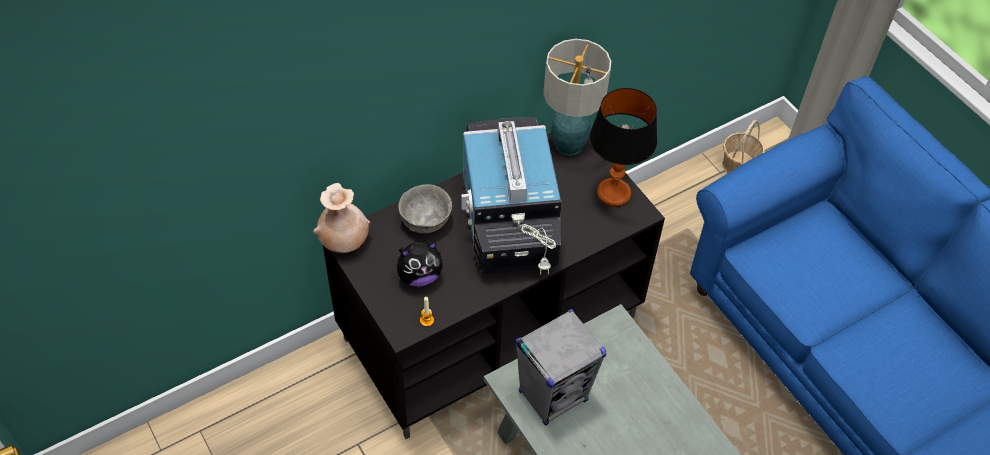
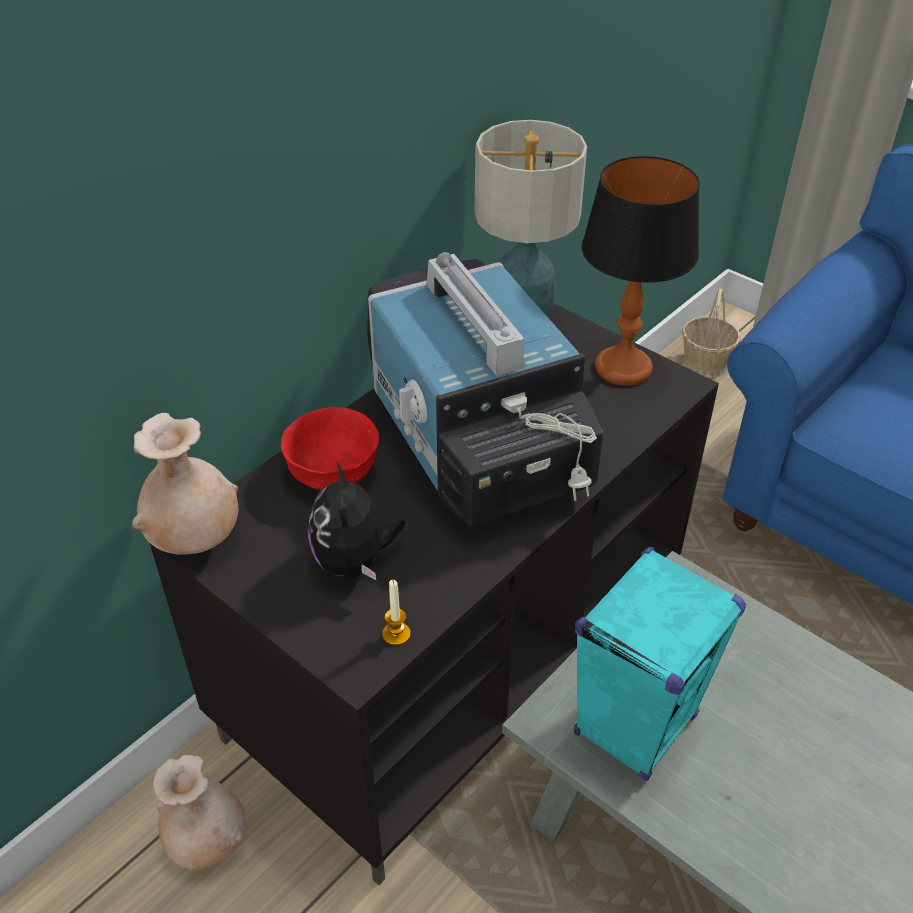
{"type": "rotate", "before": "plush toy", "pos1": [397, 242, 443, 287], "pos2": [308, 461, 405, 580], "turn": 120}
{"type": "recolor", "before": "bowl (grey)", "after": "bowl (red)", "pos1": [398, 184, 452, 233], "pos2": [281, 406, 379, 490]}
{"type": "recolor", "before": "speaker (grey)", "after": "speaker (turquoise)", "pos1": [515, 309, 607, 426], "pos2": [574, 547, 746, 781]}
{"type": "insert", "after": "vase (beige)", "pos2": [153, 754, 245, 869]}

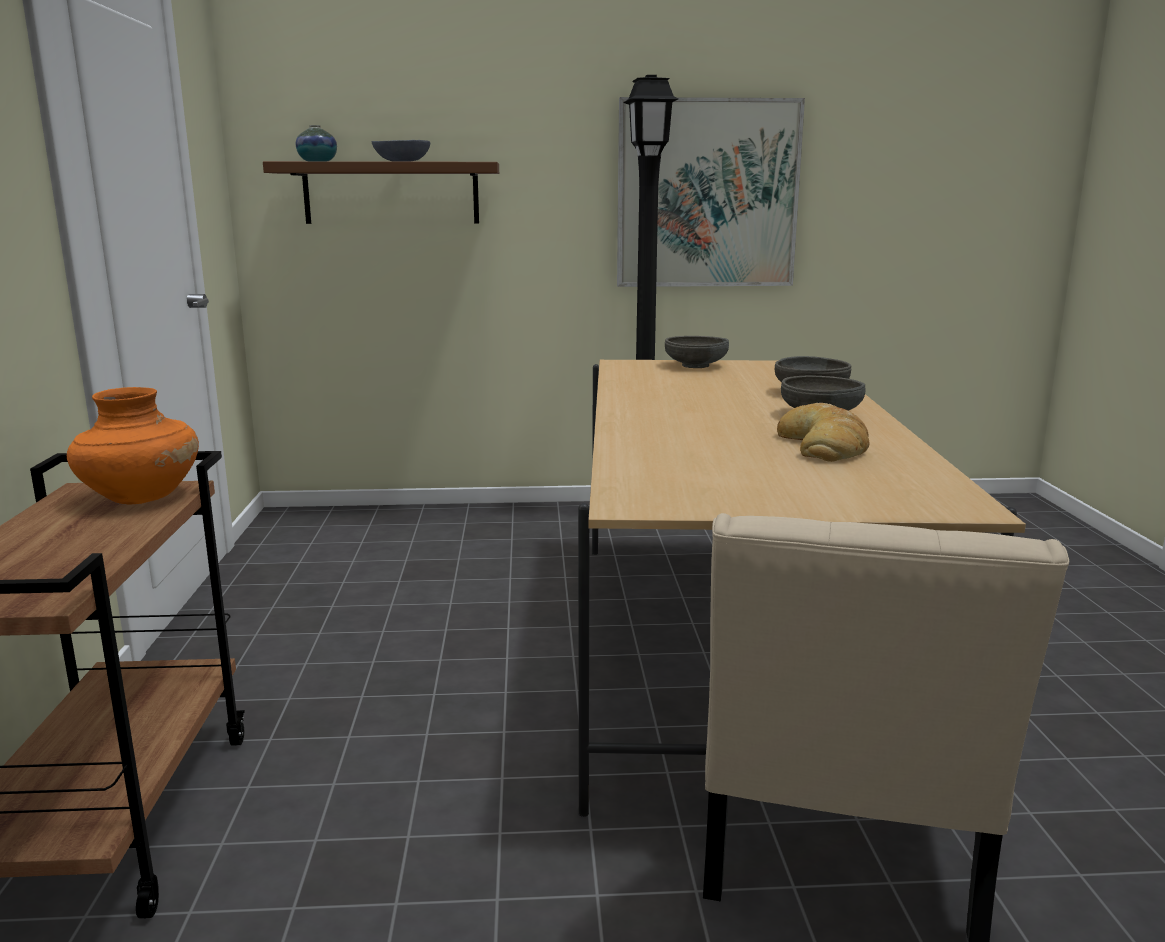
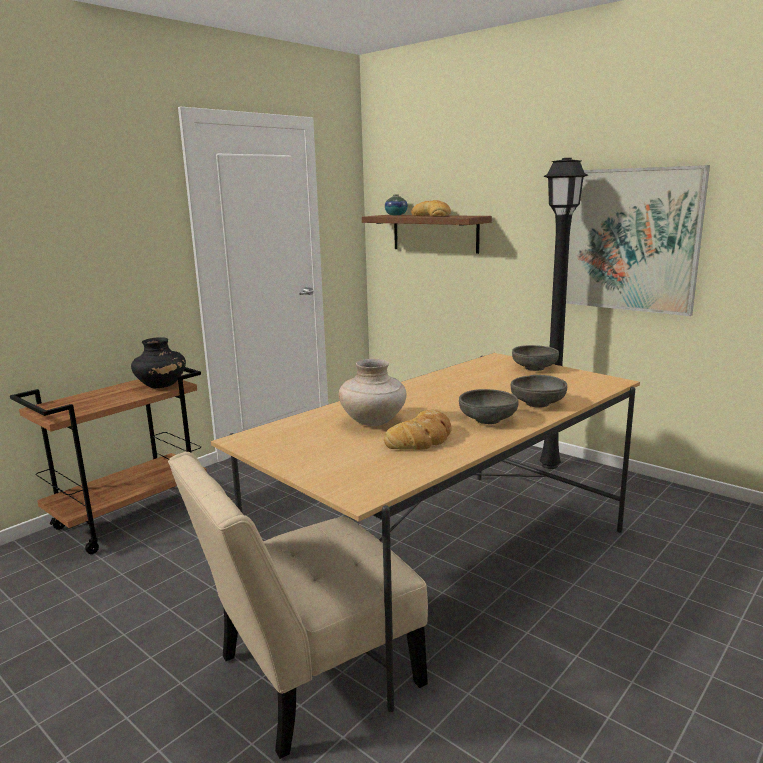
{"type": "recolor", "before": "vase (orange)", "after": "vase (black)", "pos1": [67, 387, 199, 504], "pos2": [131, 337, 186, 388]}
{"type": "replace", "before": "bowl (grey)", "after": "bread", "pos1": [372, 140, 430, 162], "pos2": [411, 200, 451, 216]}
{"type": "insert", "after": "vase (beige)", "pos2": [339, 359, 407, 426]}

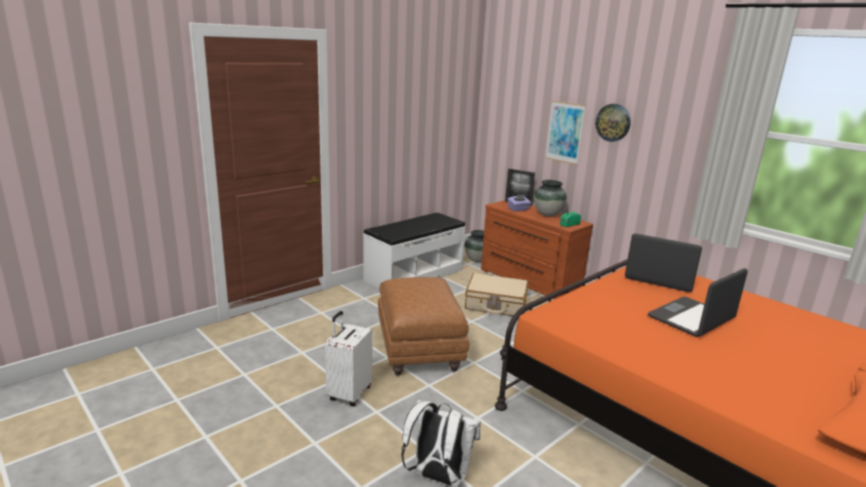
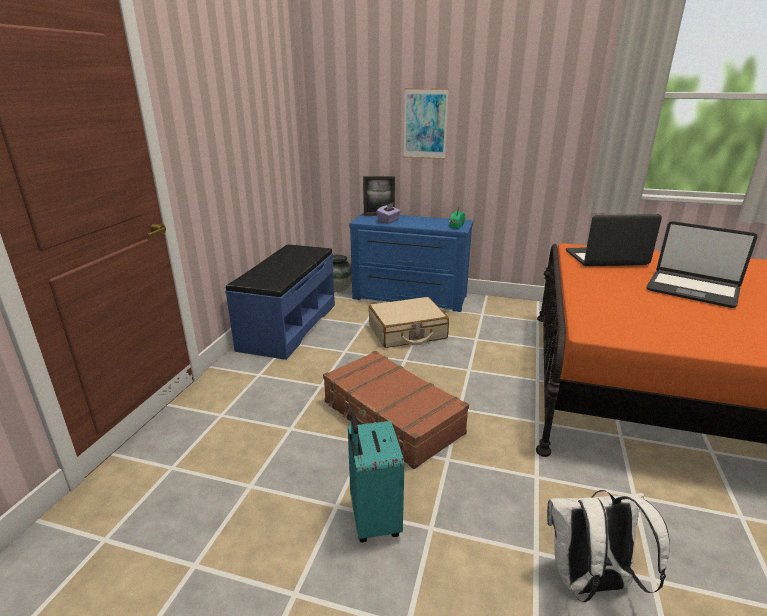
{"type": "recolor", "before": "suitcase (white)", "after": "suitcase (turquoise)", "pos1": [325, 311, 373, 406], "pos2": [348, 412, 404, 543]}
{"type": "recolor", "before": "bench (white)", "after": "bench (blue)", "pos1": [363, 212, 466, 289], "pos2": [225, 244, 335, 360]}
{"type": "replace", "before": "ottoman (brown)", "after": "suitcase (brown)", "pos1": [378, 277, 469, 376], "pos2": [323, 351, 469, 469]}
{"type": "recolor", "before": "dresser (brown)", "after": "dresser (blue)", "pos1": [481, 200, 593, 300], "pos2": [349, 212, 473, 312]}
{"type": "delete", "before": "vase", "pos1": [534, 180, 567, 216]}
{"type": "delete", "before": "wall clock", "pos1": [595, 104, 631, 142]}
{"type": "rotate", "before": "laptop", "pos1": [648, 268, 748, 337], "pos2": [646, 221, 757, 308], "turn": -75}

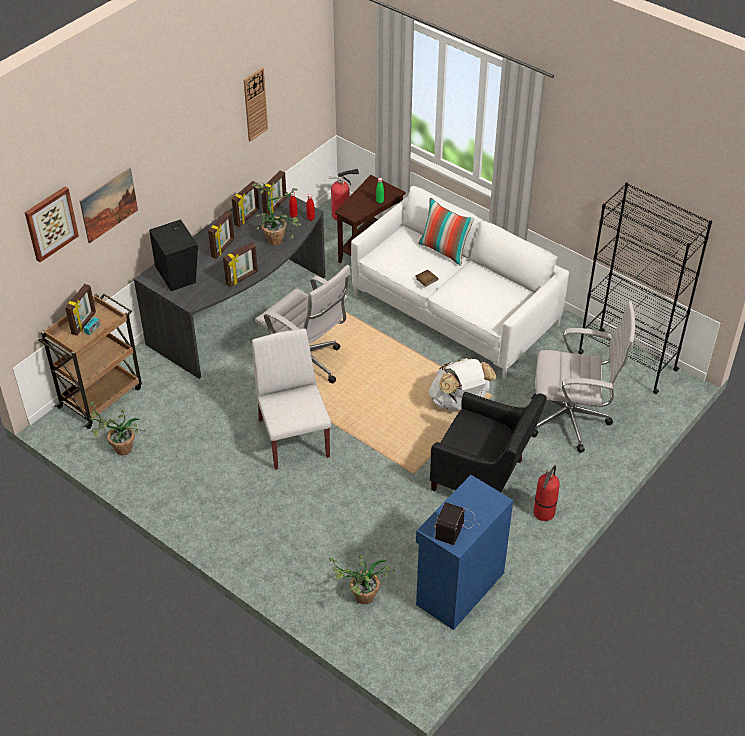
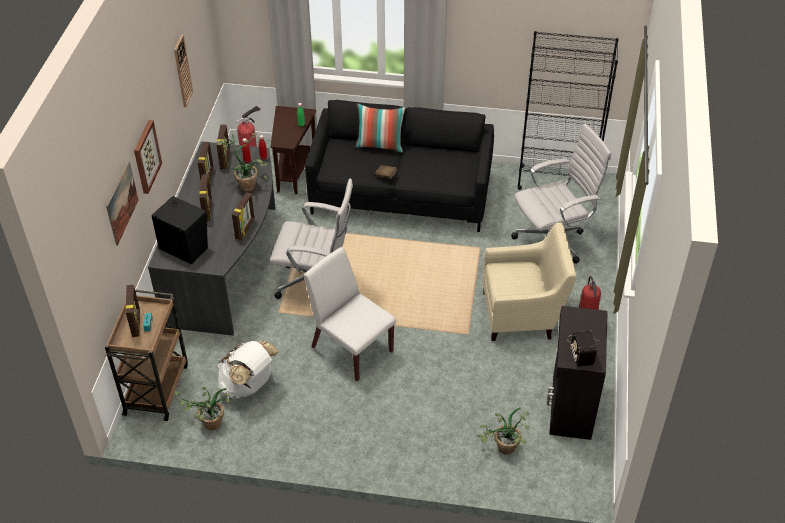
{"type": "move", "before": "picture", "pos1": [25, 187, 79, 262], "pos2": [134, 120, 162, 194]}
{"type": "recolor", "before": "sofa (white)", "after": "sofa (black)", "pos1": [351, 186, 569, 380], "pos2": [305, 100, 494, 232]}
{"type": "recolor", "before": "cabinet (blue)", "after": "cabinet (black)", "pos1": [416, 475, 513, 630], "pos2": [547, 306, 608, 440]}
{"type": "move", "before": "backpack (white)", "pos1": [429, 358, 496, 411], "pos2": [217, 340, 278, 399]}
{"type": "recolor", "before": "armchair (black)", "after": "armchair (beige)", "pos1": [430, 392, 547, 492], "pos2": [482, 223, 576, 341]}

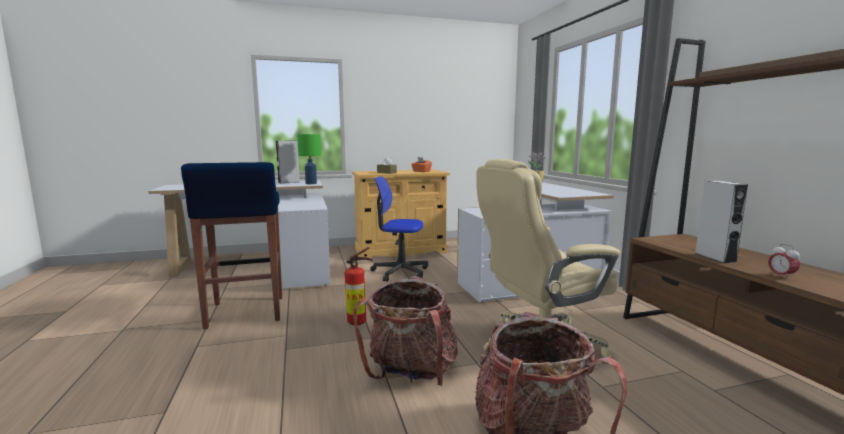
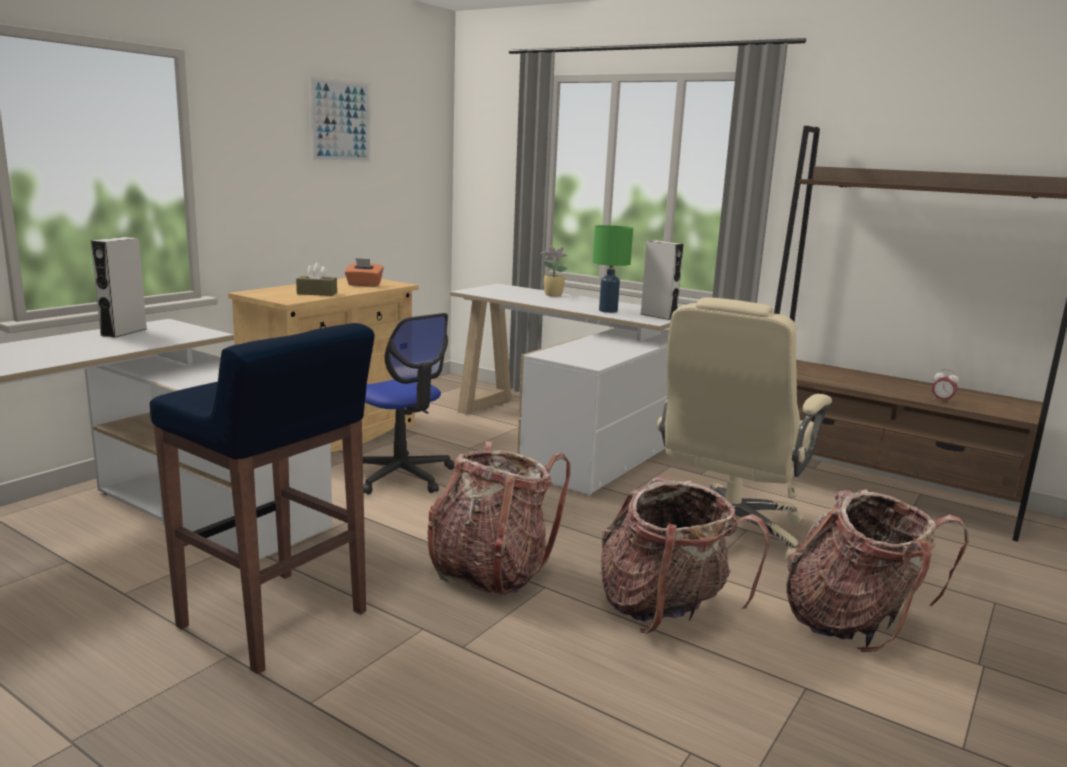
{"type": "move", "before": "table lamp (green)", "pos1": [297, 134, 321, 184], "pos2": [593, 225, 633, 313]}
{"type": "replace", "before": "fire extinguisher", "after": "backpack", "pos1": [345, 247, 373, 325], "pos2": [427, 441, 571, 598]}
{"type": "rotate", "before": "office chair", "pos1": [370, 176, 428, 282], "pos2": [363, 313, 455, 495], "turn": -105}
{"type": "move", "before": "speaker (grey)", "pos1": [695, 181, 748, 264], "pos2": [641, 240, 683, 320]}
{"type": "insert", "after": "picture", "pos2": [309, 76, 371, 163]}

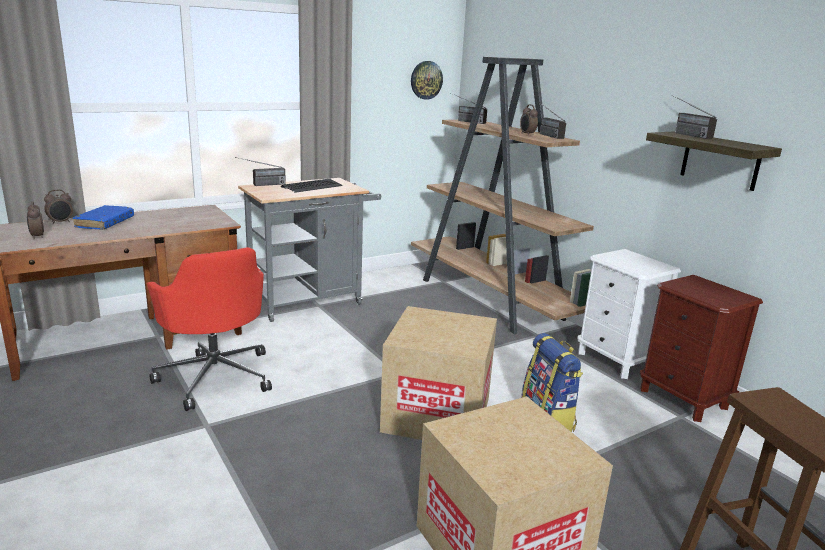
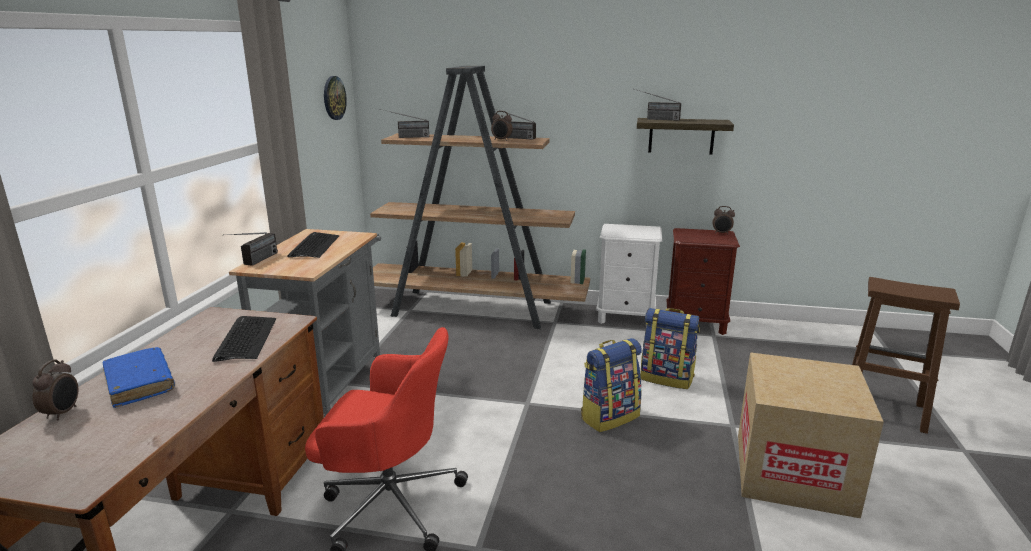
{"type": "move", "before": "alarm clock", "pos1": [27, 201, 44, 238], "pos2": [713, 206, 735, 234]}
{"type": "replace", "before": "cardboard box", "after": "backpack", "pos1": [380, 306, 497, 440], "pos2": [581, 338, 642, 432]}
{"type": "insert", "after": "keyboard", "pos2": [212, 316, 276, 362]}

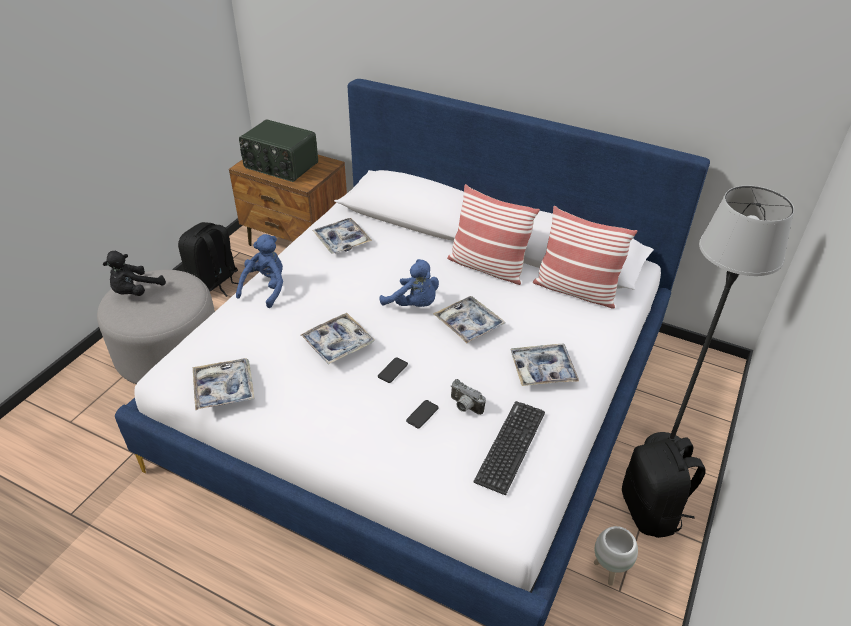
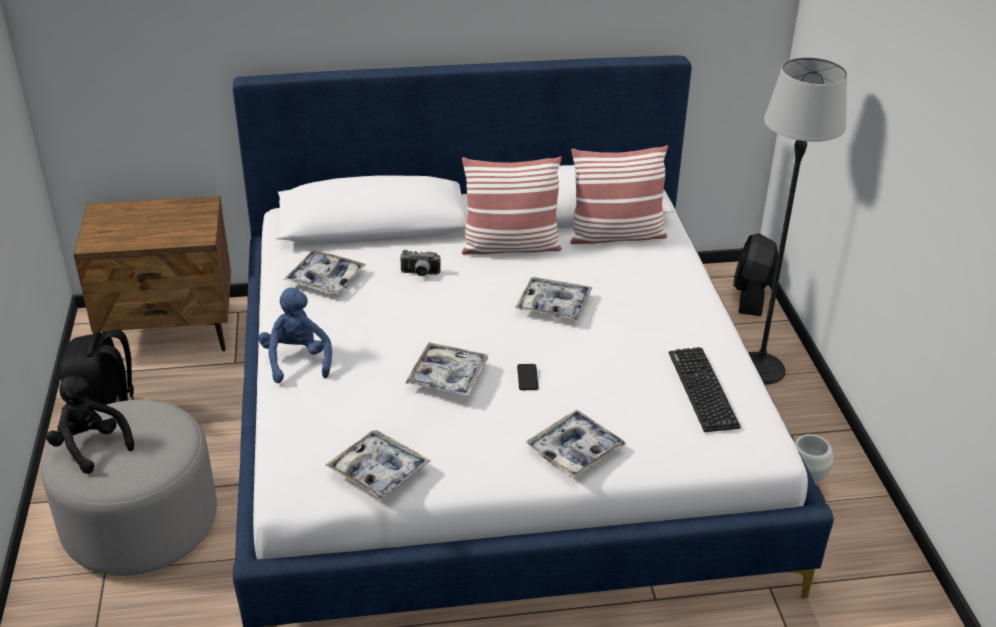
{"type": "rotate", "before": "plush toy (black)", "pos1": [103, 250, 166, 296], "pos2": [46, 376, 134, 474], "turn": 135}
{"type": "delete", "before": "radio", "pos1": [239, 119, 318, 182]}
{"type": "delete", "before": "plush toy (blue)", "pos1": [380, 259, 439, 307]}
{"type": "delete", "before": "phone", "pos1": [406, 400, 439, 429]}
{"type": "move", "before": "photo camera", "pos1": [451, 379, 486, 415], "pos2": [401, 250, 441, 276]}
{"type": "move", "before": "tray", "pos1": [510, 344, 579, 386], "pos2": [526, 410, 626, 478]}
{"type": "delete", "before": "backpack (black)", "pos1": [622, 437, 705, 538]}
{"type": "insert", "after": "fan (black)", "pos2": [733, 233, 778, 316]}

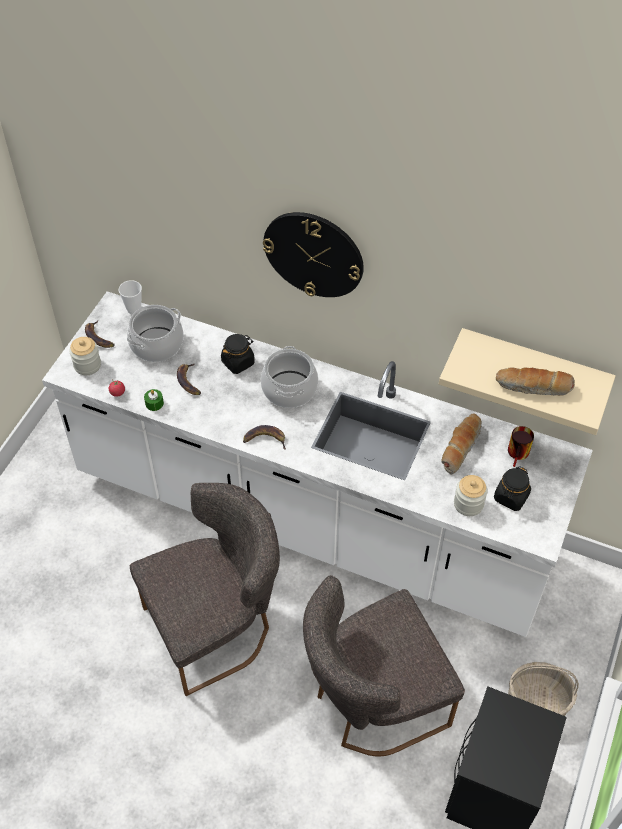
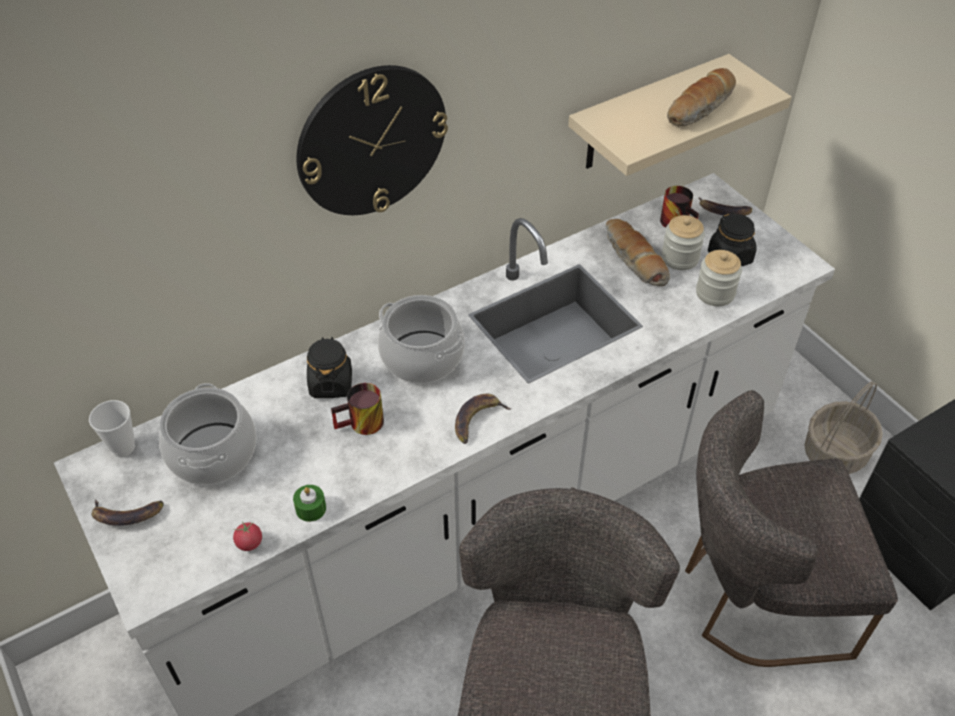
{"type": "move", "before": "jar", "pos1": [69, 337, 101, 375], "pos2": [661, 215, 705, 270]}
{"type": "move", "before": "banana", "pos1": [177, 363, 201, 395], "pos2": [699, 197, 752, 216]}
{"type": "rotate", "before": "chair (grey)", "pos1": [303, 575, 465, 756], "pos2": [685, 390, 898, 667], "turn": 75}
{"type": "insert", "after": "mug", "pos2": [331, 383, 384, 435]}

